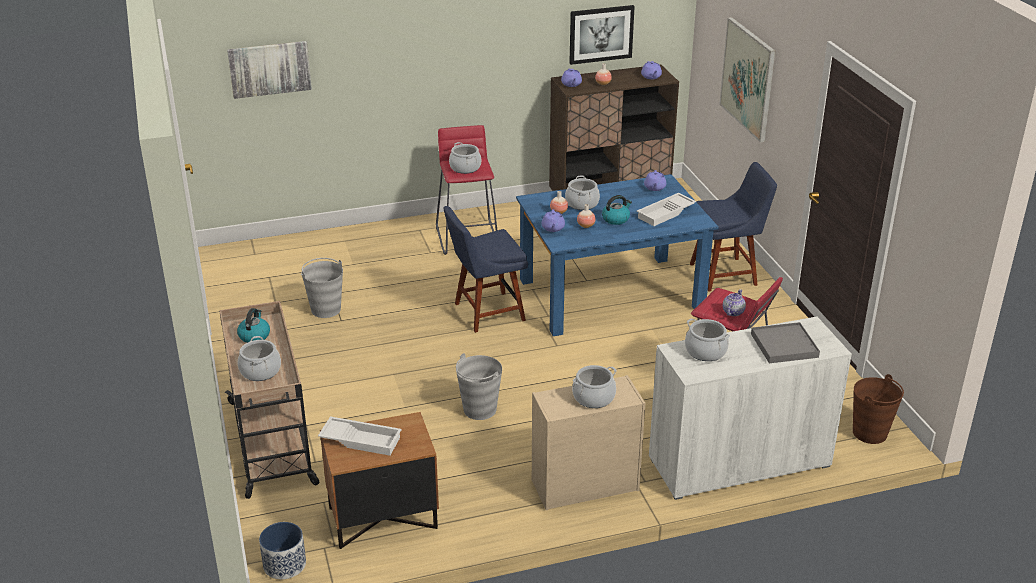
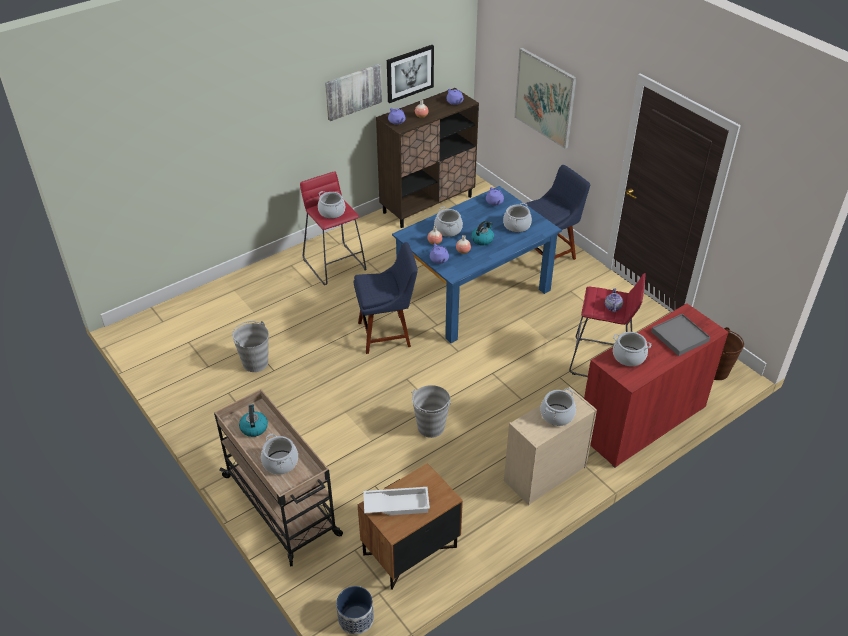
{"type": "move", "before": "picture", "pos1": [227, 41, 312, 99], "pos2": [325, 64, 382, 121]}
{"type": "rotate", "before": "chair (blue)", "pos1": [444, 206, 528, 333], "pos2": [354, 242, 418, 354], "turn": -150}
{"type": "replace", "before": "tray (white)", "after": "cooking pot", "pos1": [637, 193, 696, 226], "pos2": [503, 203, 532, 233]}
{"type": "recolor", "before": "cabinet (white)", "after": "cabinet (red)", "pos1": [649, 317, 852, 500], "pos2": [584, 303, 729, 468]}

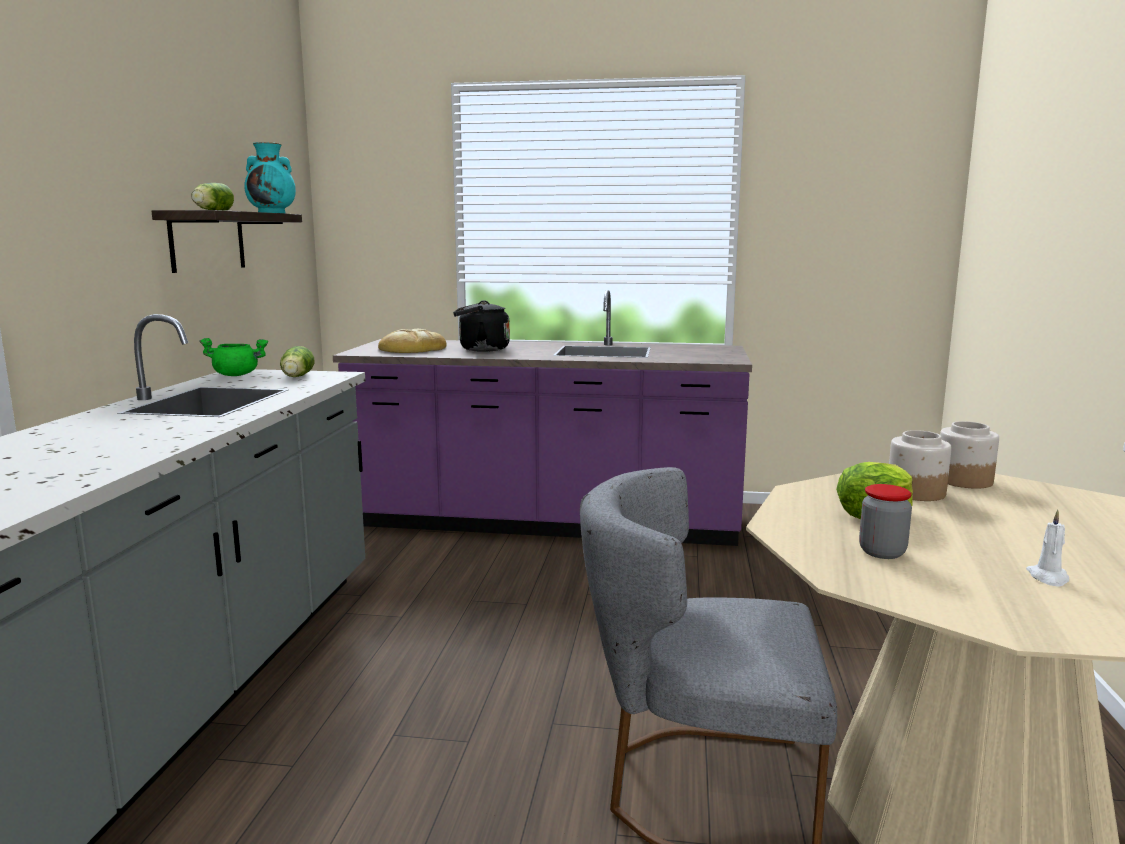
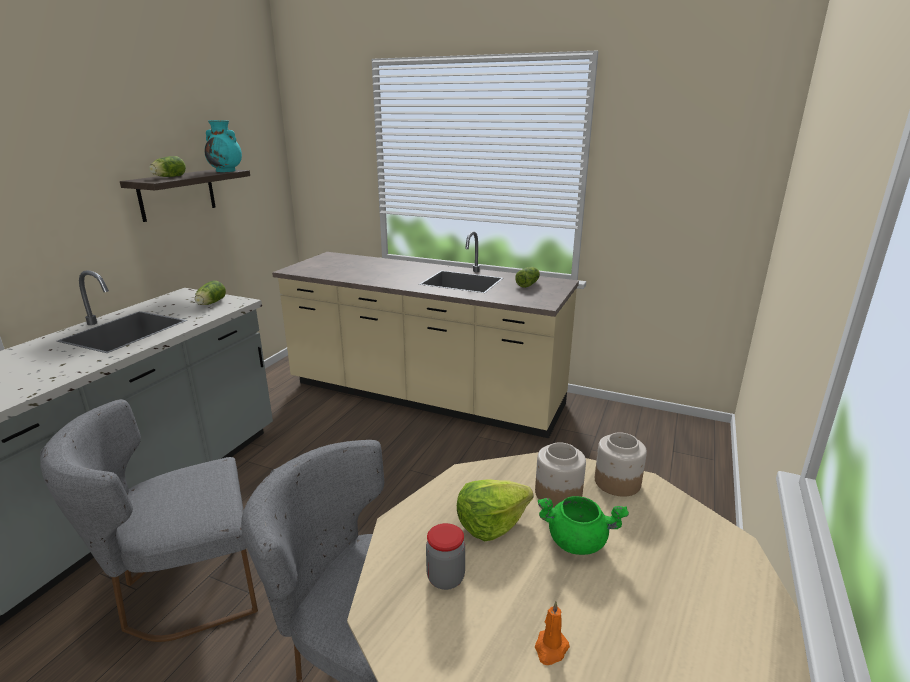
{"type": "move", "before": "cooking pot (green)", "pos1": [199, 338, 268, 376], "pos2": [538, 496, 629, 555]}
{"type": "recolor", "before": "counter (purple)", "after": "counter (beige)", "pos1": [333, 290, 752, 546], "pos2": [272, 231, 579, 438]}
{"type": "delete", "before": "bread", "pos1": [378, 329, 447, 353]}
{"type": "delete", "before": "kettle (black)", "pos1": [453, 300, 510, 352]}
{"type": "recolor", "before": "candle (white)", "after": "candle (orange)", "pos1": [1026, 510, 1069, 587], "pos2": [535, 601, 570, 665]}
{"type": "insert", "after": "chair (grey)", "pos2": [40, 399, 258, 642]}
{"type": "insert", "after": "lettuce", "pos2": [516, 267, 540, 288]}

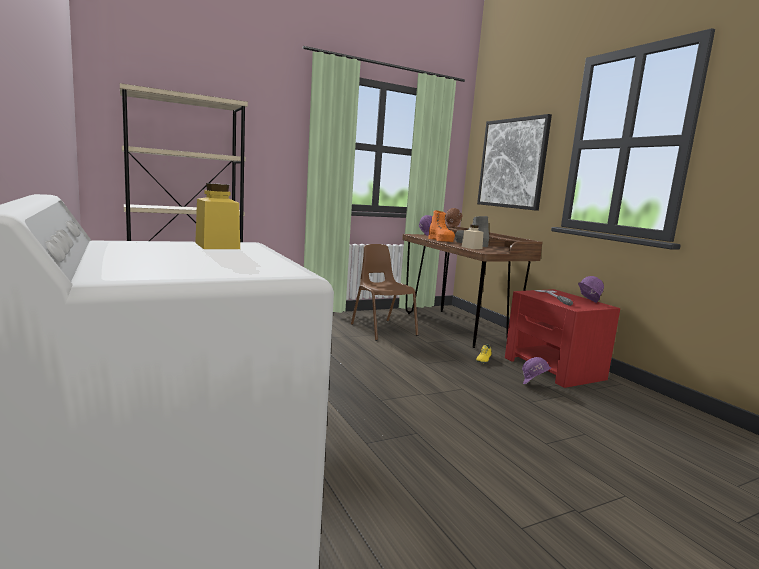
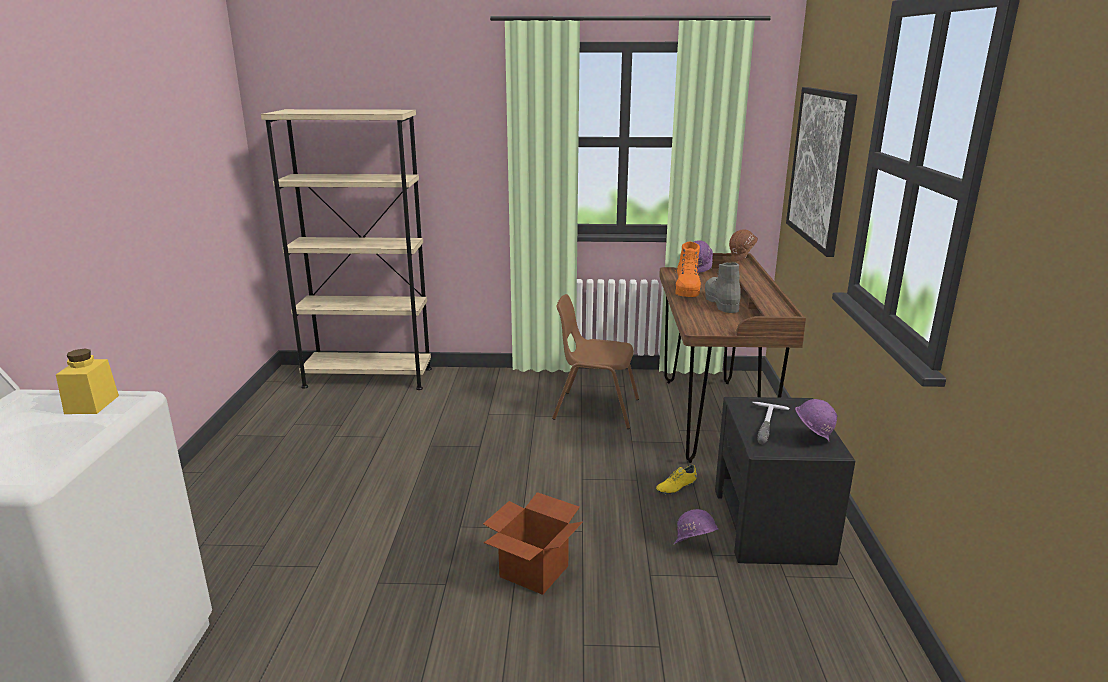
{"type": "rotate", "before": "chair (brown)", "pos1": [351, 244, 418, 341], "pos2": [552, 294, 639, 429], "turn": -75}
{"type": "delete", "before": "jar (beige)", "pos1": [462, 225, 483, 249]}
{"type": "recolor", "before": "nightstand (red)", "after": "nightstand (black)", "pos1": [505, 289, 620, 388], "pos2": [715, 397, 855, 565]}
{"type": "insert", "after": "cardboard box", "pos2": [483, 492, 583, 595]}

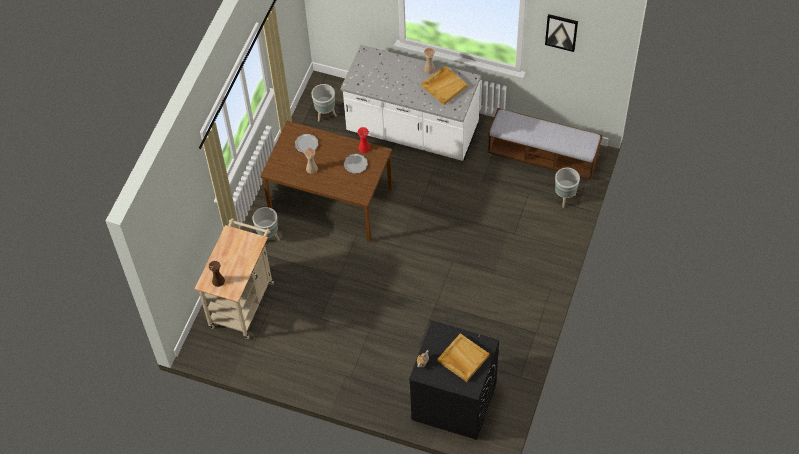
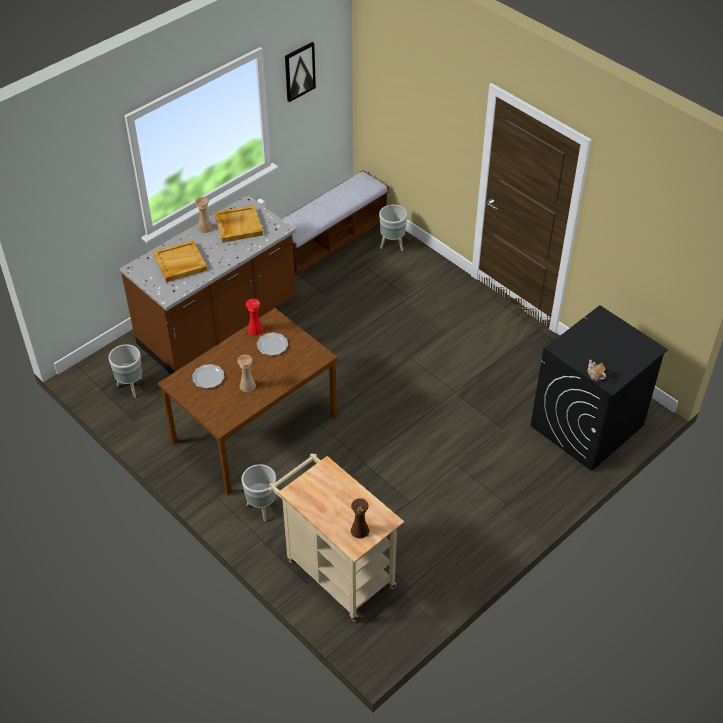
{"type": "recolor", "before": "counter (white)", "after": "counter (brown)", "pos1": [340, 45, 481, 161], "pos2": [120, 195, 296, 374]}
{"type": "move", "before": "tray (beige)", "pos1": [437, 333, 489, 382], "pos2": [153, 240, 207, 282]}

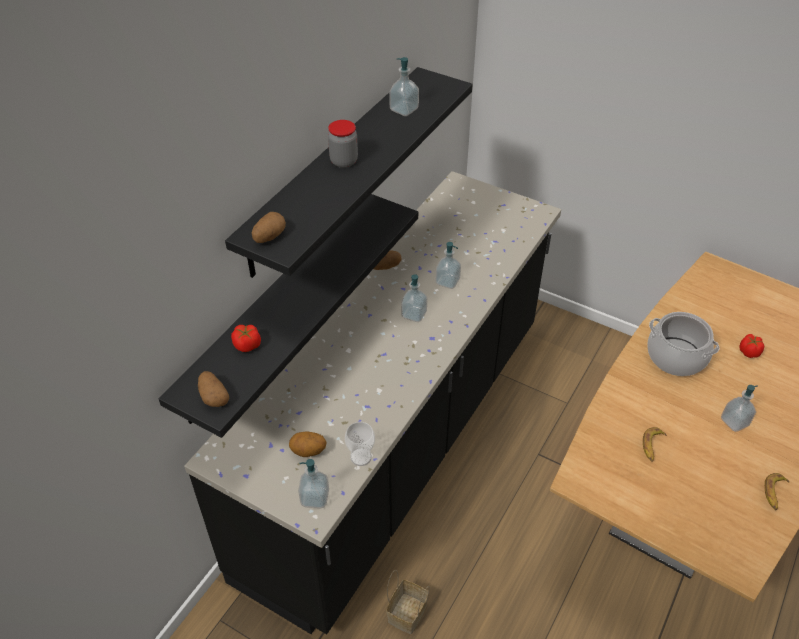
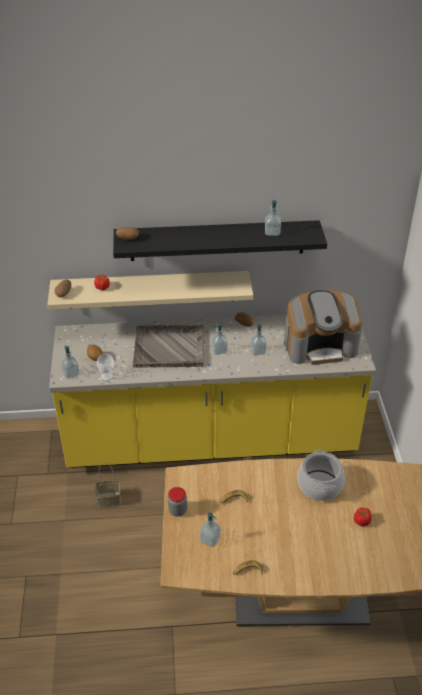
{"type": "recolor", "before": "shelf (black)", "after": "shelf (beige)", "pos1": [159, 194, 418, 438], "pos2": [47, 271, 253, 310]}
{"type": "recolor", "before": "counter (black)", "after": "counter (yellow)", "pos1": [184, 171, 561, 634], "pos2": [49, 315, 376, 468]}
{"type": "move", "before": "jar", "pos1": [328, 120, 358, 168], "pos2": [168, 487, 187, 517]}
{"type": "move", "before": "soap dispenser", "pos1": [721, 385, 758, 432], "pos2": [200, 512, 221, 547]}
{"type": "insert", "after": "tray (grey)", "pos2": [132, 325, 204, 368]}
{"type": "insert", "after": "coffee machine", "pos2": [284, 290, 362, 365]}

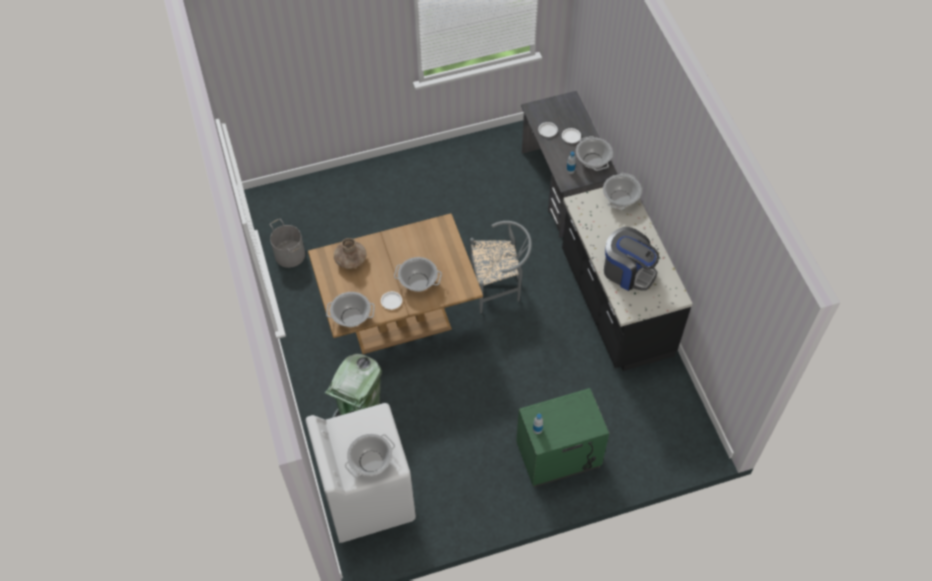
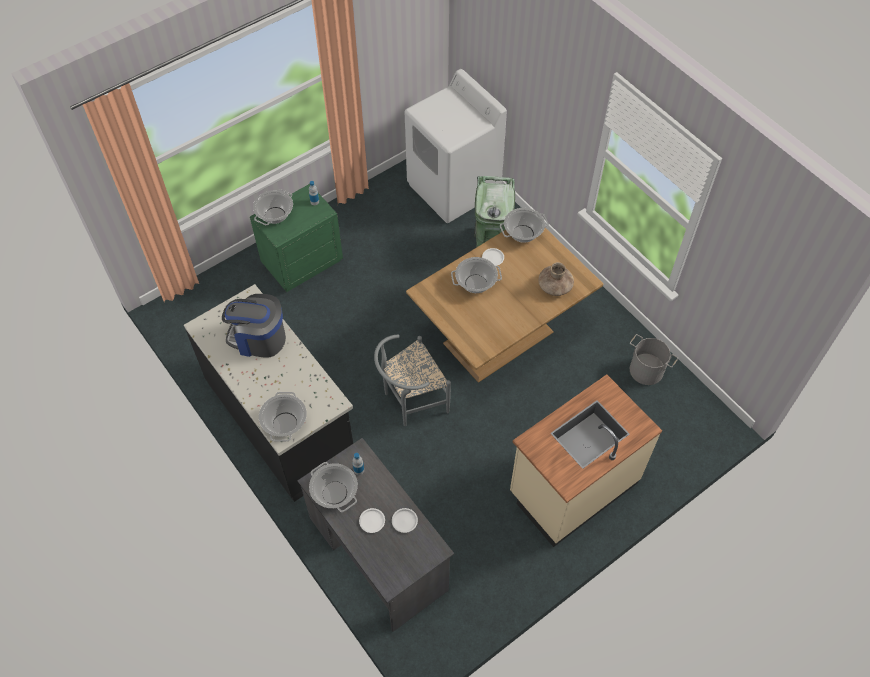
{"type": "move", "before": "cooking pot", "pos1": [345, 434, 395, 478], "pos2": [253, 189, 293, 225]}
{"type": "insert", "after": "counter (beige)", "pos2": [510, 374, 662, 547]}

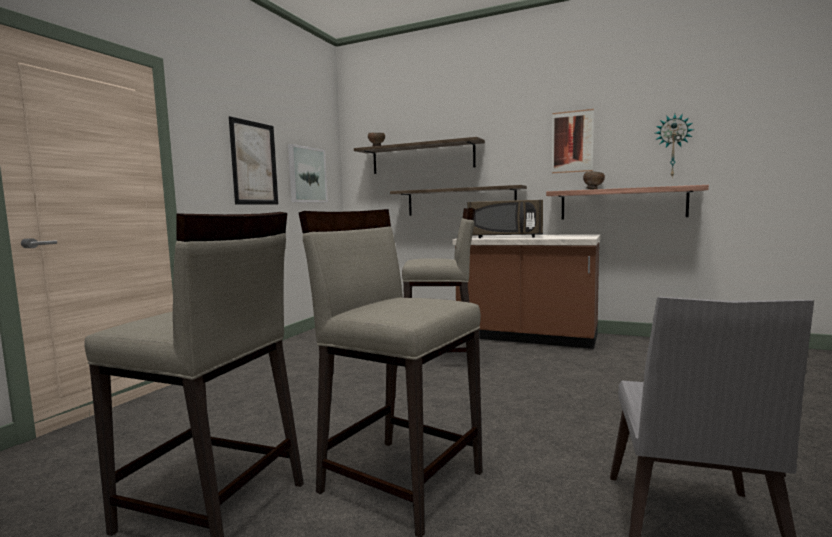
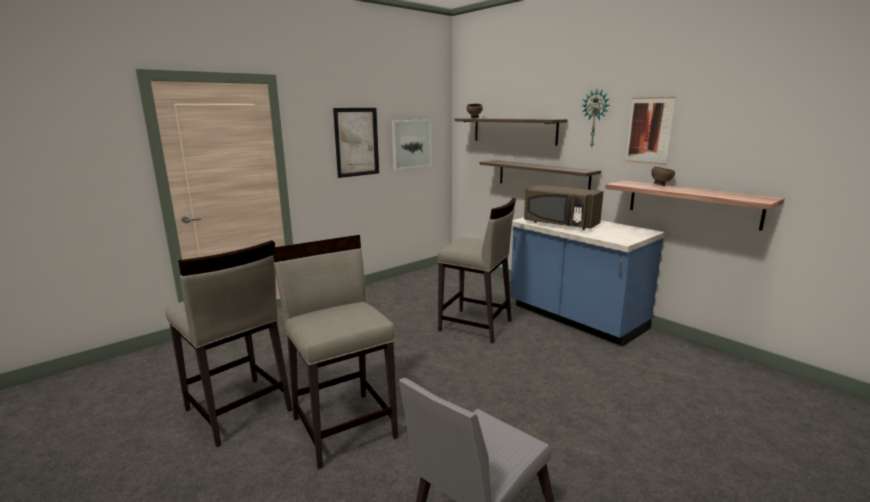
{"type": "recolor", "before": "counter (brown)", "after": "counter (blue)", "pos1": [453, 234, 601, 349], "pos2": [510, 218, 665, 346]}
{"type": "move", "before": "wall clock", "pos1": [656, 114, 694, 177], "pos2": [581, 89, 610, 148]}

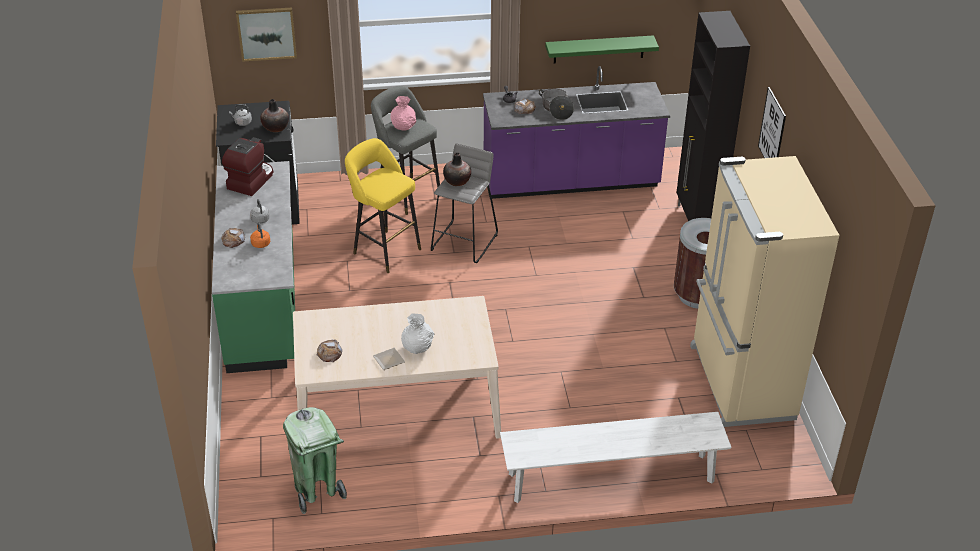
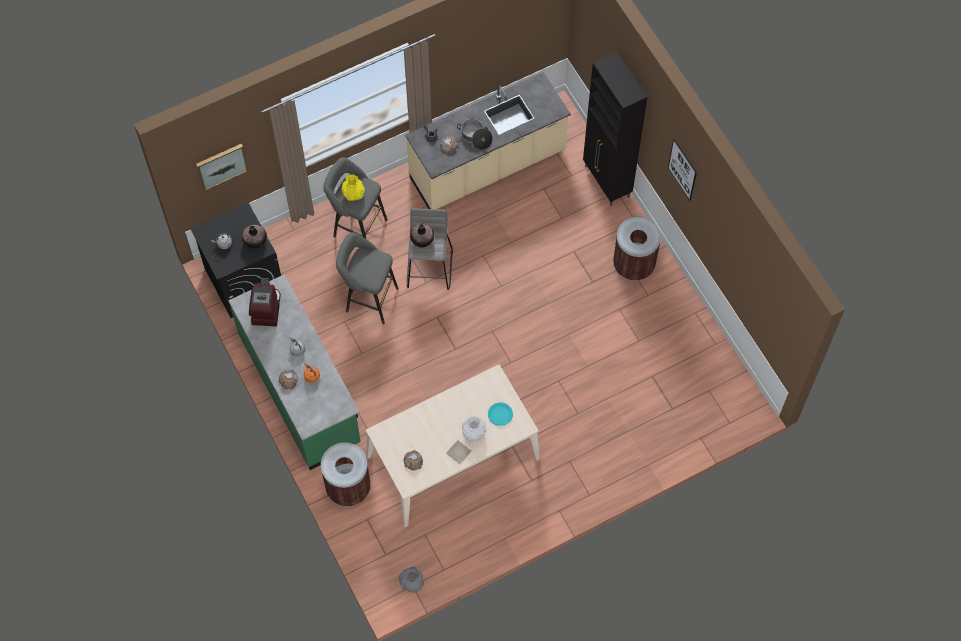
{"type": "delete", "before": "trash can (green)", "pos1": [283, 407, 347, 514]}
{"type": "recolor", "before": "stool (yellow)", "after": "stool (grey)", "pos1": [345, 138, 421, 273], "pos2": [336, 232, 399, 324]}
{"type": "recolor", "before": "vase (pink)", "after": "vase (yellow)", "pos1": [390, 96, 416, 131], "pos2": [342, 174, 365, 201]}
{"type": "recolor", "before": "counter (purple)", "after": "counter (beige)", "pos1": [483, 66, 670, 199], "pos2": [405, 72, 571, 209]}
{"type": "delete", "before": "bench (white)", "pos1": [500, 412, 732, 503]}
{"type": "delete", "before": "shelf (green)", "pos1": [545, 35, 659, 64]}
{"type": "delete", "before": "fridge (beige)", "pos1": [690, 156, 840, 427]}
{"type": "insert", "after": "trash can (brown)", "pos2": [321, 442, 371, 506]}
{"type": "insert", "after": "vase (grey)", "pos2": [398, 567, 424, 593]}
{"type": "insert", "after": "plate (turquoise)", "pos2": [488, 402, 513, 426]}

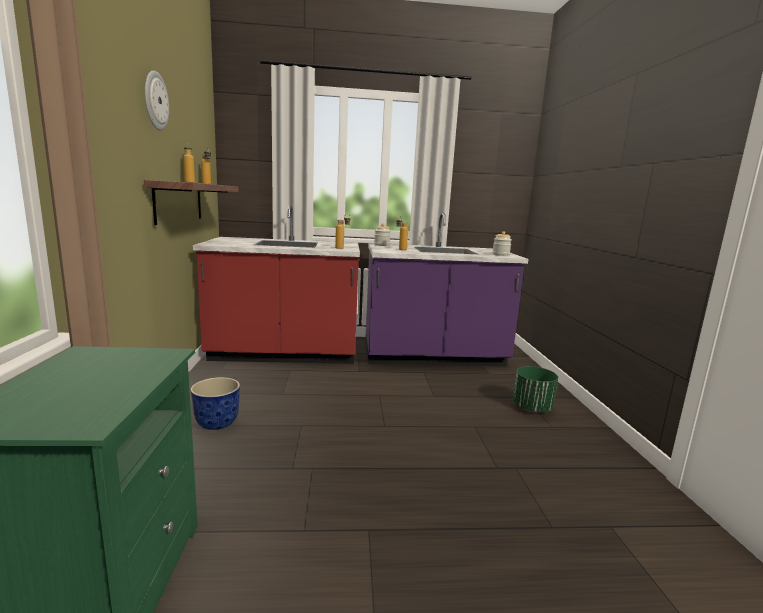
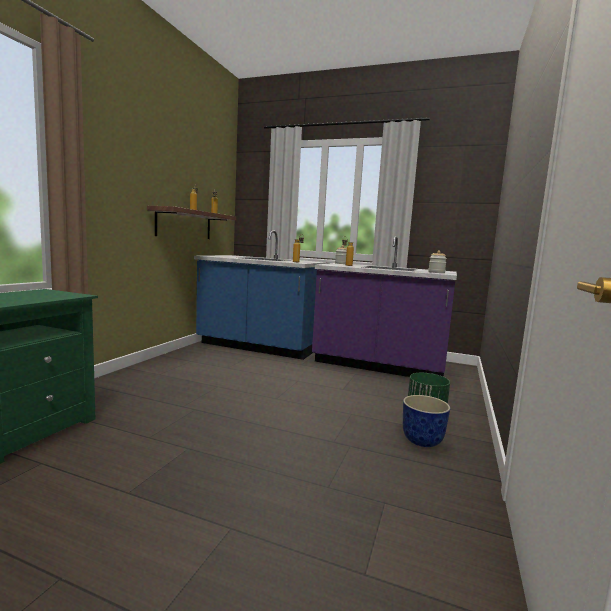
{"type": "delete", "before": "wall clock", "pos1": [145, 70, 169, 130]}
{"type": "move", "before": "planter", "pos1": [191, 377, 240, 430], "pos2": [403, 395, 450, 447]}
{"type": "recolor", "before": "counter (red)", "after": "counter (blue)", "pos1": [193, 205, 360, 364], "pos2": [194, 231, 327, 360]}

